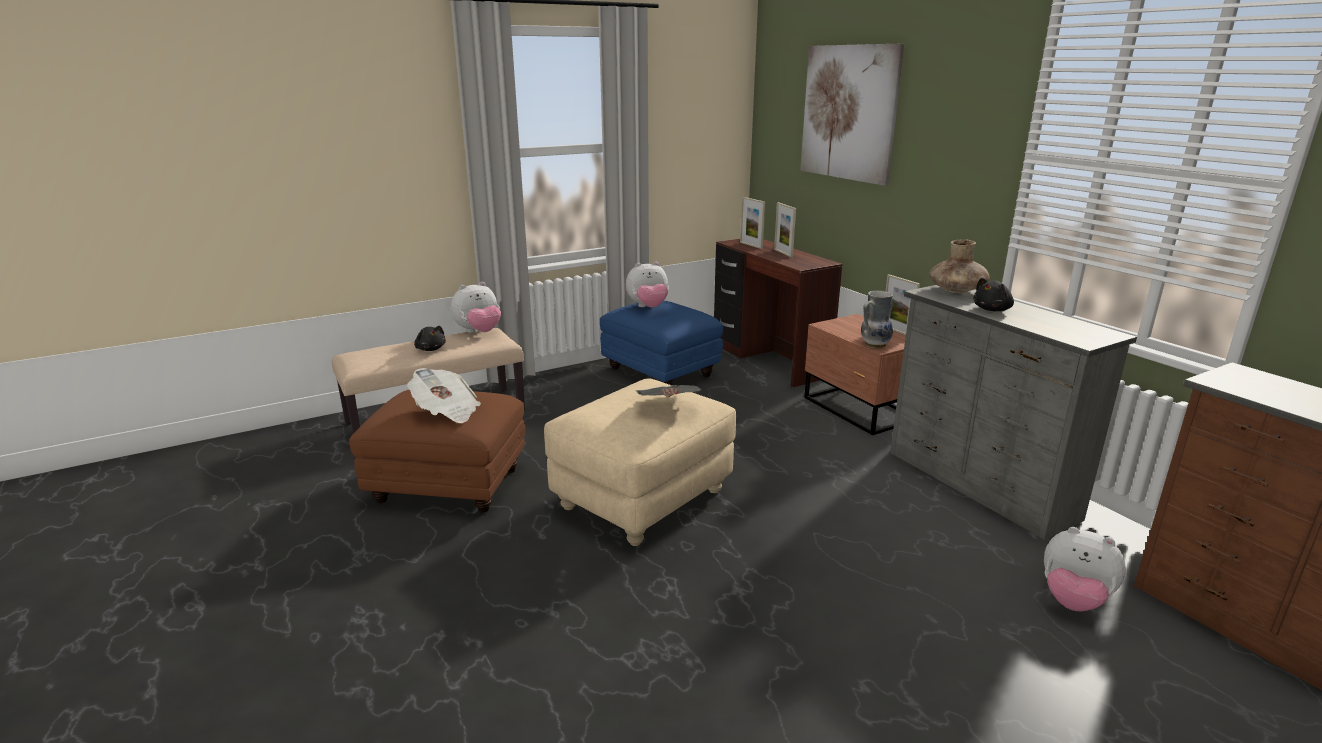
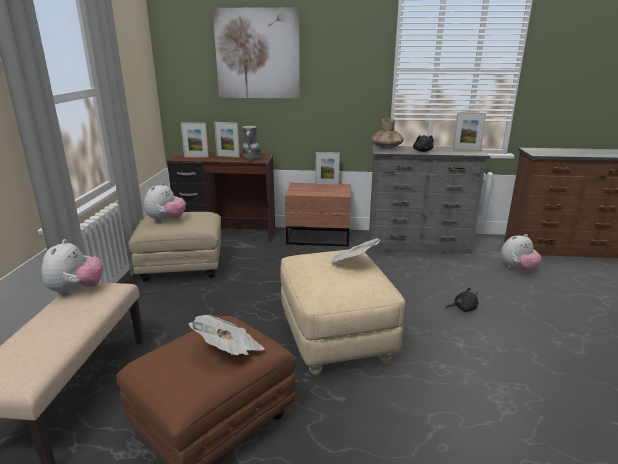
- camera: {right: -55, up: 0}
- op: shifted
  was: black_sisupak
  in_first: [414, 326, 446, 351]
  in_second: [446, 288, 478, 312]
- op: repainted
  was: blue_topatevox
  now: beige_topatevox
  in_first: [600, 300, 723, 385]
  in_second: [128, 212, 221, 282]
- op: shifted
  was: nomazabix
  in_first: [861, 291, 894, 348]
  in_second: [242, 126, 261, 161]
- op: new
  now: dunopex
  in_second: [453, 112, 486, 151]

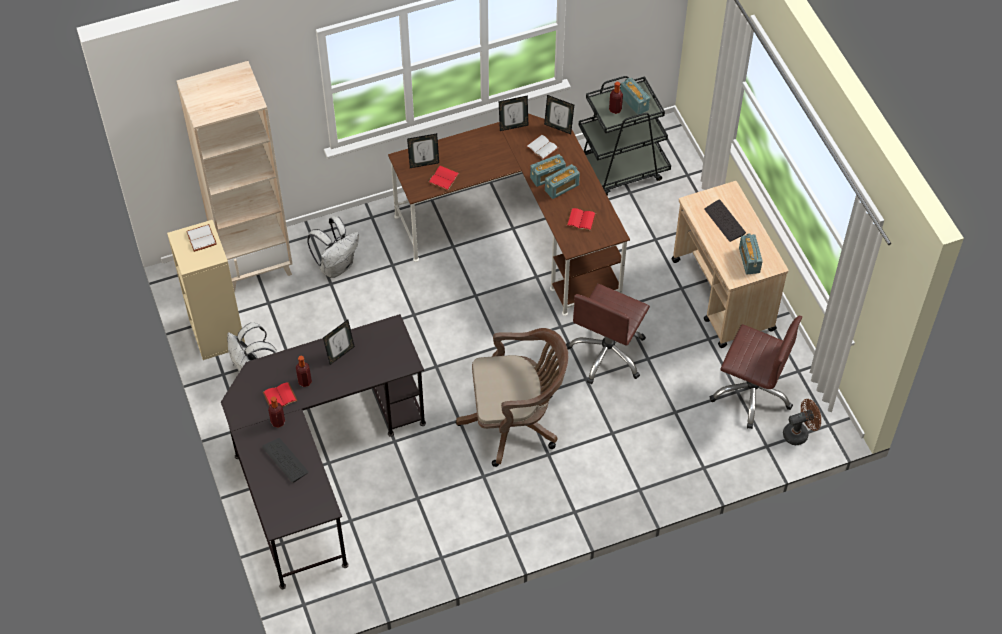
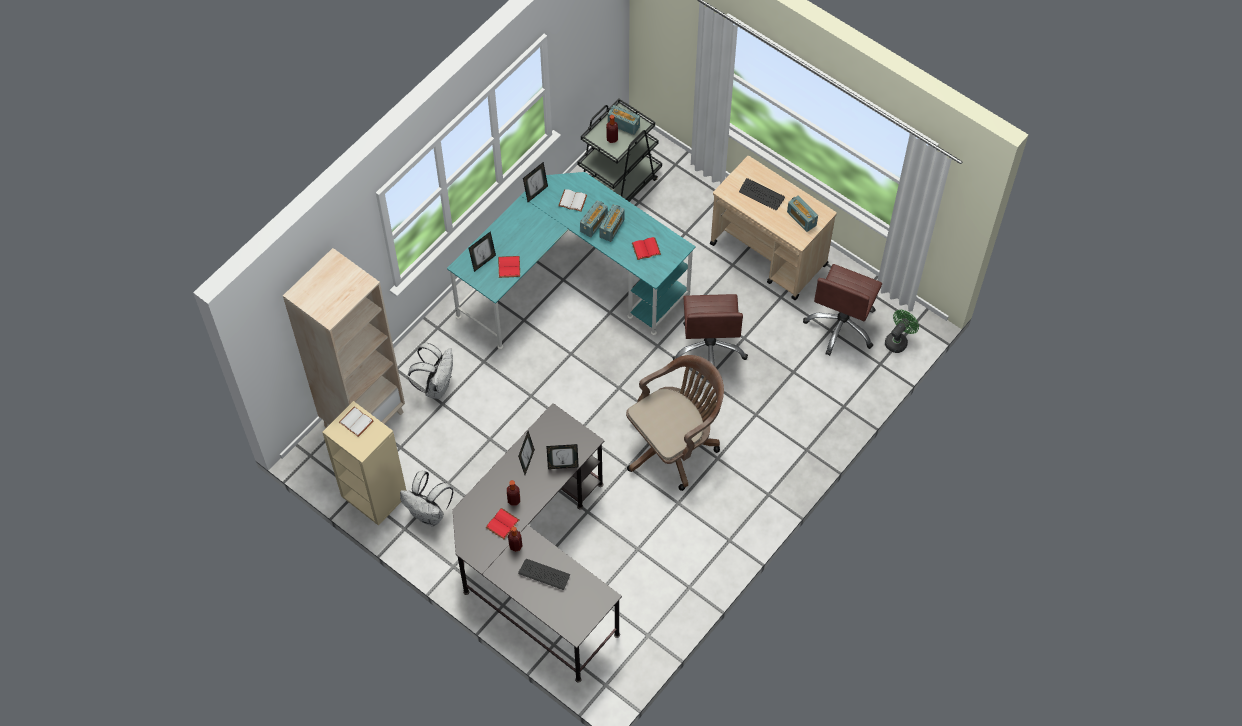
- camera: {right: -30, up: 5}
- op: repainted
  was: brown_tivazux
  now: turquoise_tivazux
  in_first: [388, 113, 630, 316]
  in_second: [447, 172, 696, 349]
- op: shifted
  was: dunopex
  in_first: [544, 95, 574, 134]
  in_second: [546, 444, 579, 469]
- op: rotated
  was: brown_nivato
  in_first: [710, 316, 802, 429]
  in_second: [803, 264, 882, 356]
  clockwise: 120
- op: repainted
  was: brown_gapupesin
  now: green_gapupesin
  in_first: [783, 399, 821, 445]
  in_second: [885, 310, 919, 353]

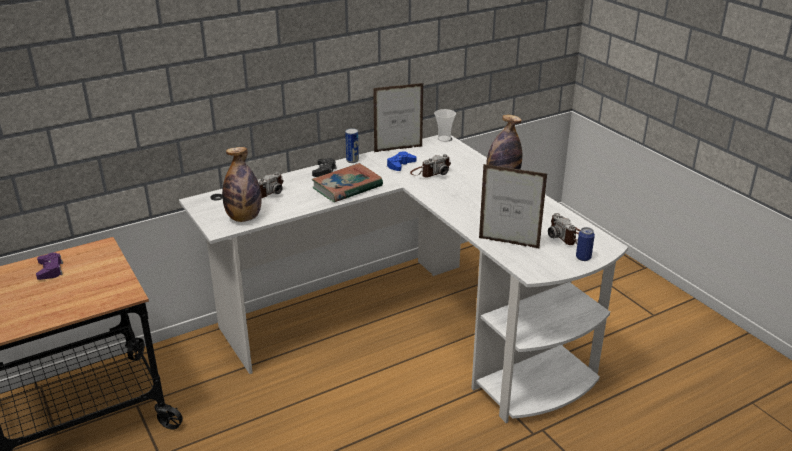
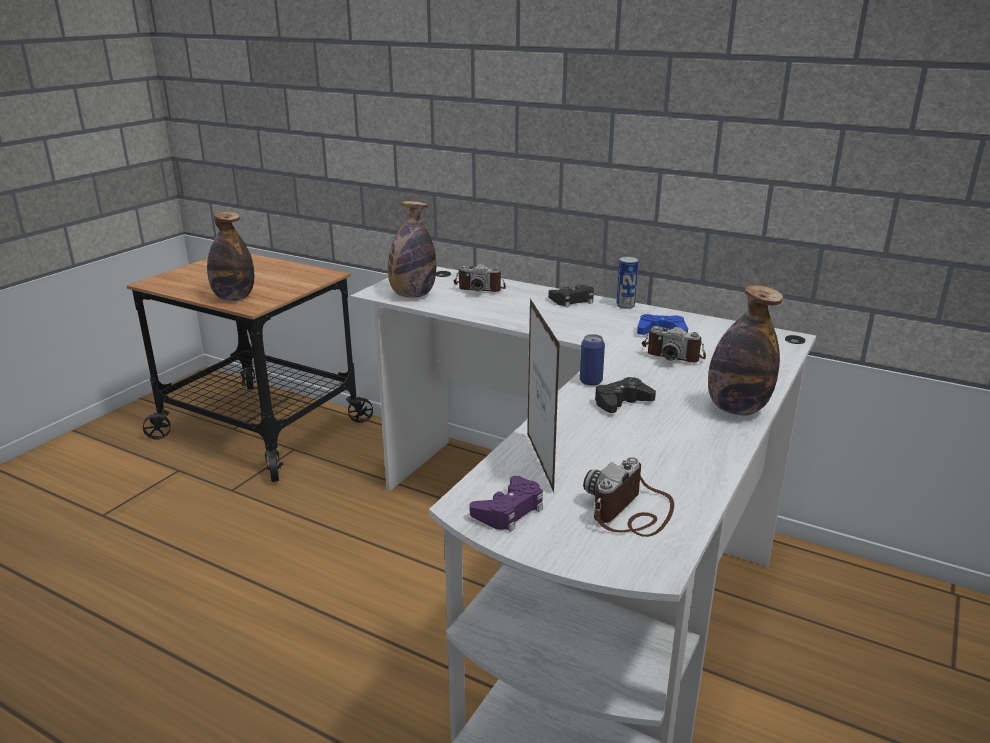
- camera: {right: 60, up: -5}
- op: shifted
  was: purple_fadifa
  in_first: [36, 252, 63, 280]
  in_second: [470, 476, 543, 532]
- op: gone
  was: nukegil
  in_first: [312, 163, 383, 202]
- op: gone
  was: dunopex
  in_first: [373, 83, 424, 152]
- op: gone
  was: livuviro
  in_first: [434, 109, 456, 142]
- op: shifted
  was: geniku
  in_first: [576, 227, 595, 261]
  in_second: [580, 334, 605, 386]
- op: new
  now: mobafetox
  in_second: [207, 211, 254, 301]
- op: new
  now: black_fadifa
  in_second: [595, 377, 656, 413]

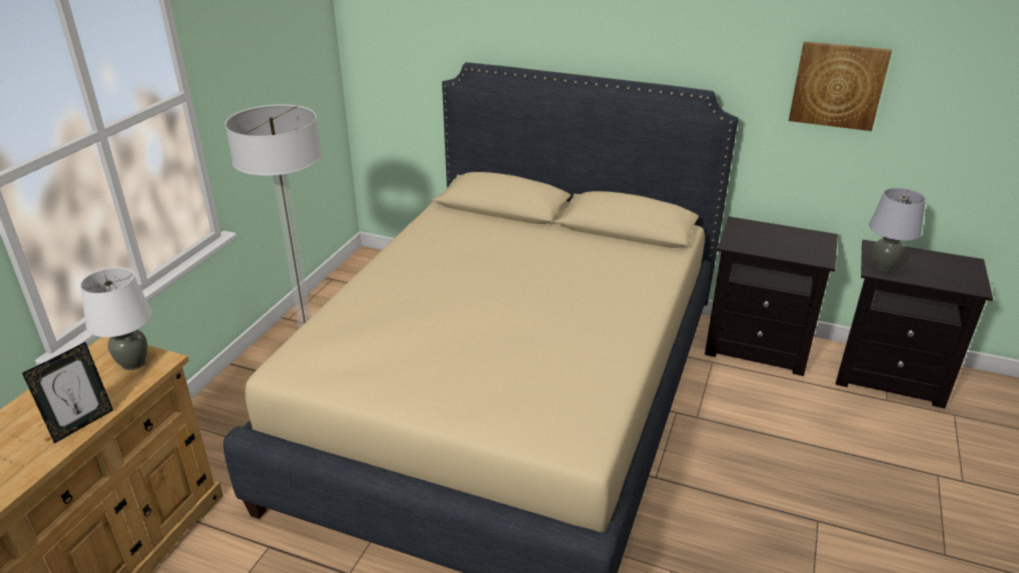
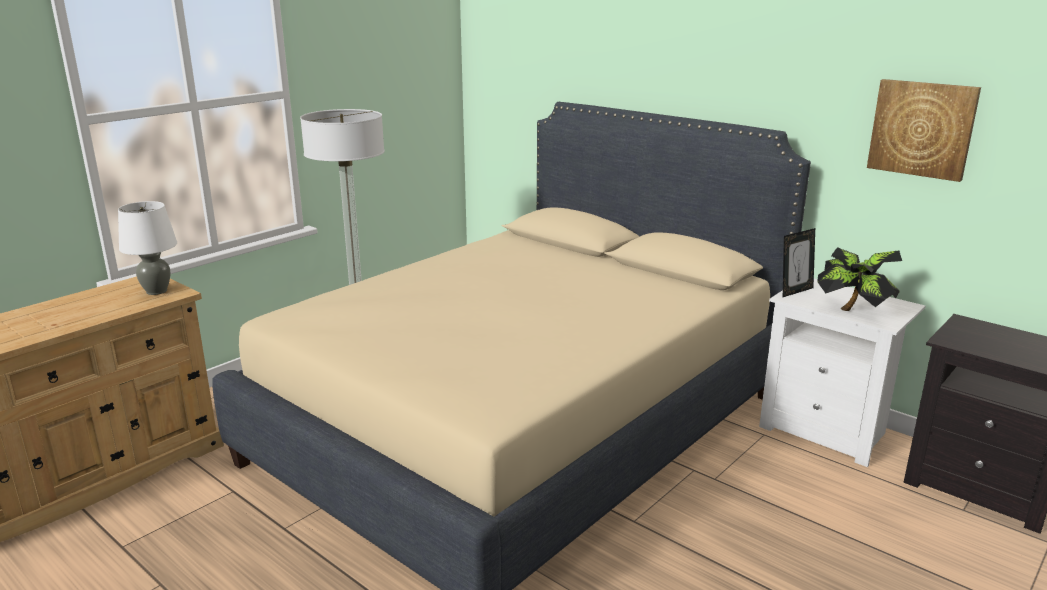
- camera: {right: 20, up: -10}
- op: shifted
  was: dunopex
  in_first: [22, 342, 113, 444]
  in_second: [783, 228, 815, 297]
- op: repainted
  was: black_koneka
  now: white_koneka
  in_first: [705, 216, 838, 376]
  in_second: [759, 279, 926, 467]
- op: gone
  was: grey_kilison
  in_first: [869, 188, 926, 271]
- op: new
  now: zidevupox
  in_second: [817, 247, 902, 311]

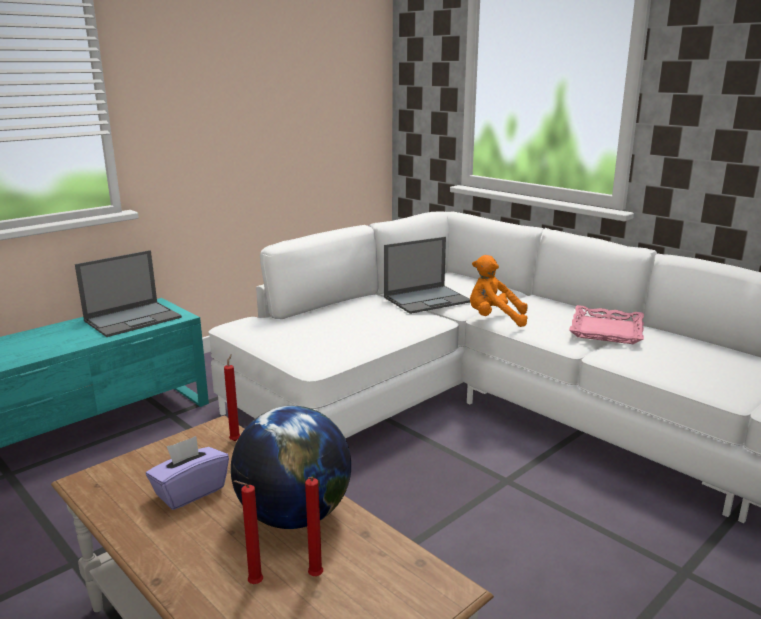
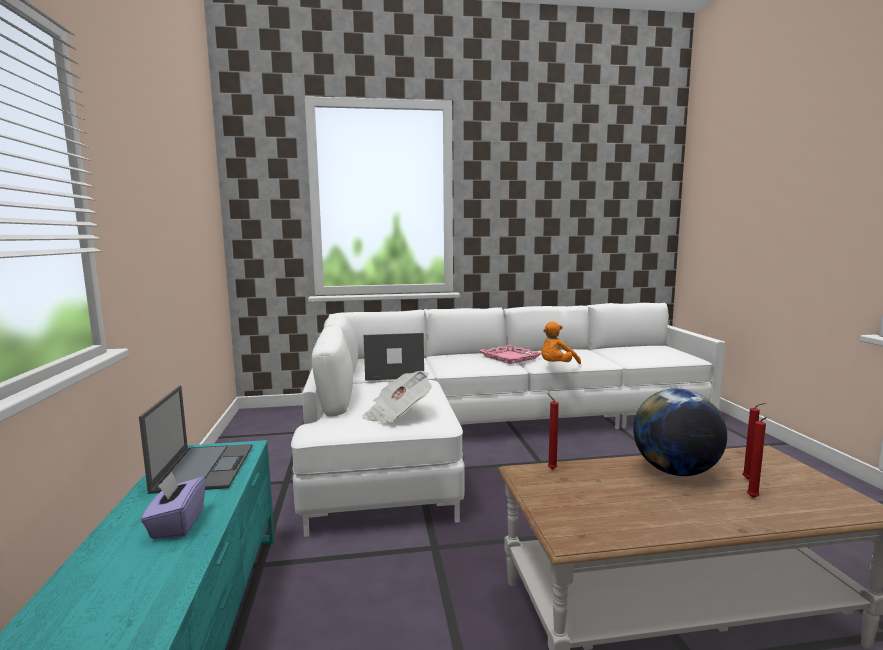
- camera: {right: -55, up: -10}
- op: shifted
  was: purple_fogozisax
  in_first: [146, 436, 229, 510]
  in_second: [141, 472, 205, 539]
- op: rotated
  was: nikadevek
  in_first: [384, 237, 470, 314]
  in_second: [364, 333, 424, 381]
  clockwise: -105
- op: shifted
  was: orange_sisupak
  in_first: [470, 255, 528, 327]
  in_second: [541, 322, 581, 364]
- op: new
  now: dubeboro
  in_second: [362, 371, 431, 423]

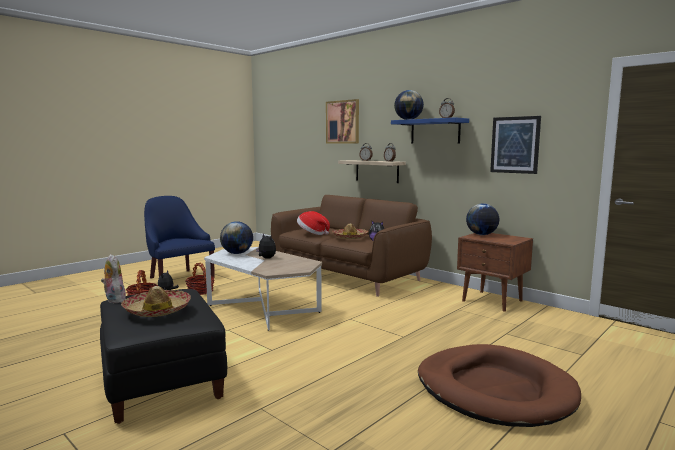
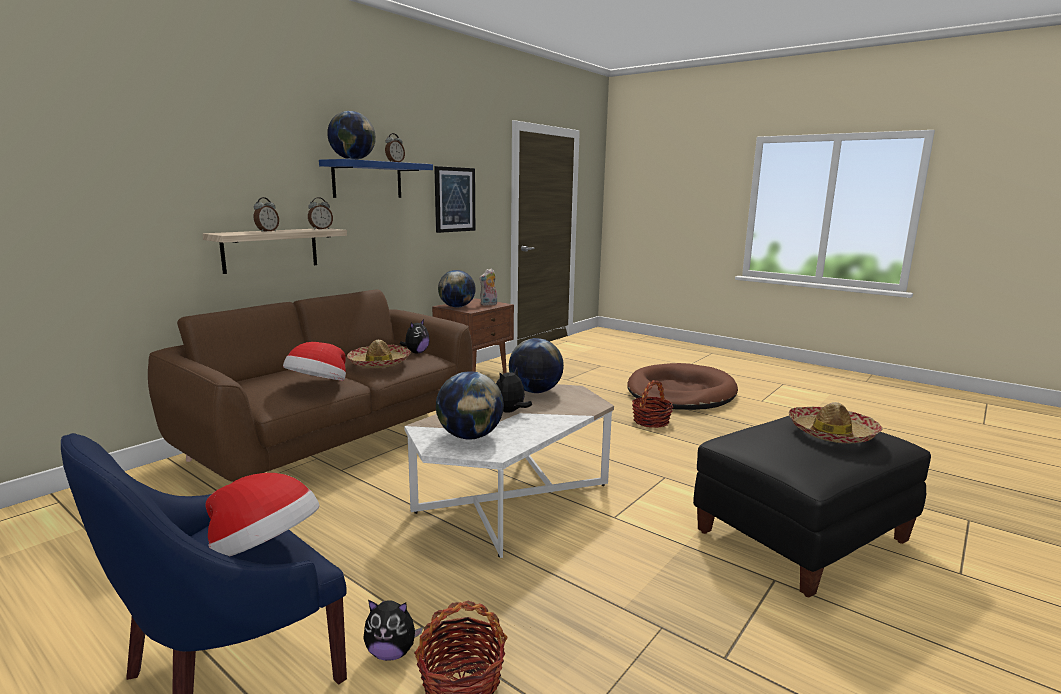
- camera: {right: -95, up: 5}
- op: shifted
  was: sisupak
  in_first: [101, 254, 126, 303]
  in_second: [479, 268, 497, 306]
- op: shifted
  was: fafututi
  in_first: [185, 263, 215, 295]
  in_second: [632, 380, 673, 428]
- op: gone
  was: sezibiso
  in_first: [326, 99, 359, 143]
- op: new
  now: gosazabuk
  in_second: [205, 473, 319, 556]
- op: new
  now: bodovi
  in_second: [509, 338, 564, 393]

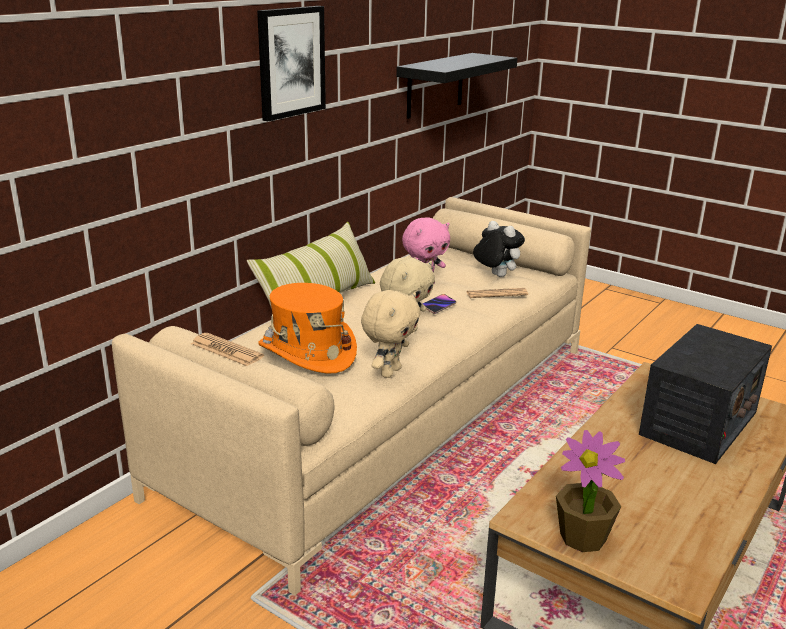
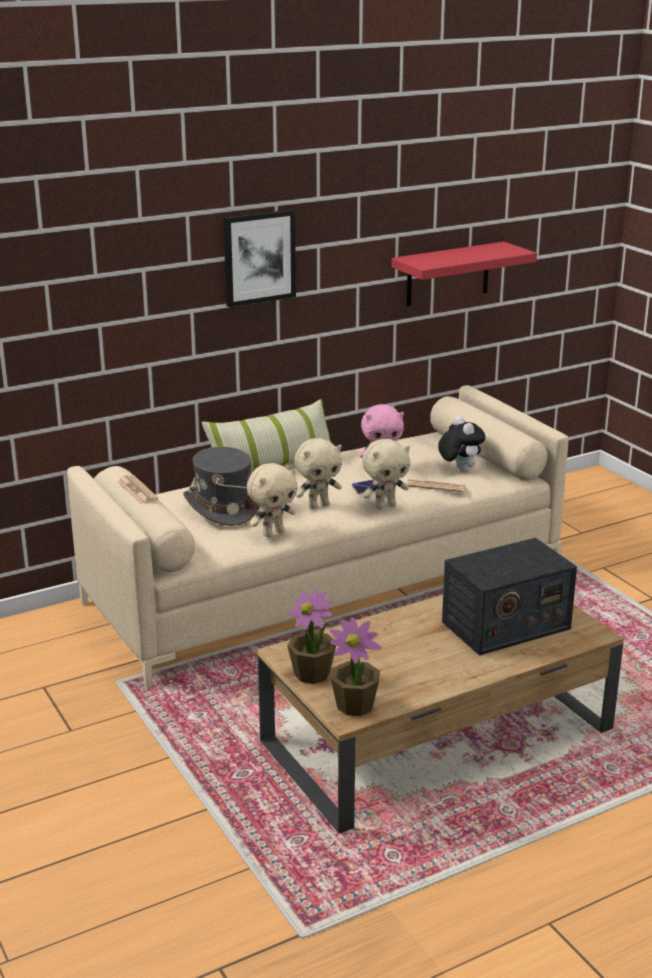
- camera: {right: 25, up: 0}
- op: repainted
  was: orange_gosazabuk
  now: grey_gosazabuk
  in_first: [258, 283, 357, 374]
  in_second: [183, 447, 260, 526]
- op: repainted
  was: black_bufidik
  now: red_bufidik
  in_first: [396, 53, 517, 119]
  in_second: [391, 242, 537, 306]
- op: new
  now: zidevupox
  in_second: [330, 618, 381, 716]
- op: new
  now: beige_sisupak
  in_second: [362, 439, 410, 510]

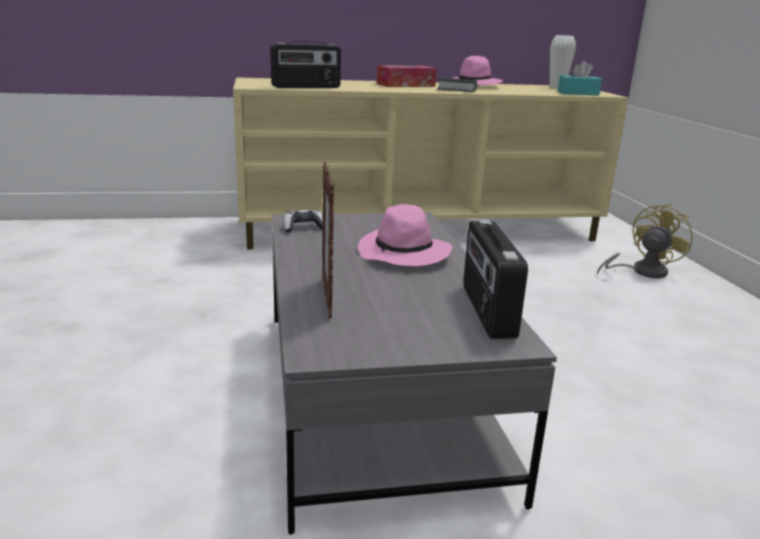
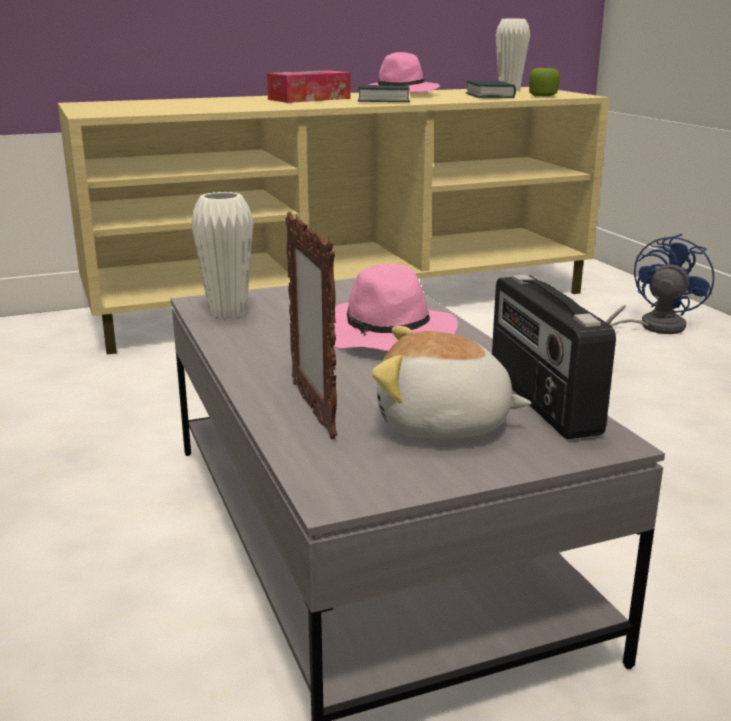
- camera: {right: -10, up: 0}
- op: gone
  was: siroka
  in_first: [270, 41, 341, 88]
- op: swapped
  was: fadifa
  now: white_nomazabix
  in_first: [283, 210, 323, 233]
  in_second: [191, 192, 254, 319]
- op: swapped
  was: turquoise_fogozisax
  now: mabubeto
  in_first: [558, 60, 602, 96]
  in_second: [529, 66, 560, 96]
- op: repainted
  was: yellow_gapupesin
  now: blue_gapupesin
  in_first: [597, 204, 692, 278]
  in_second: [606, 234, 714, 334]
- op: new
  now: sisupak
  in_second: [372, 326, 531, 439]
- op: new
  now: nukegil
  in_second: [466, 81, 516, 98]

